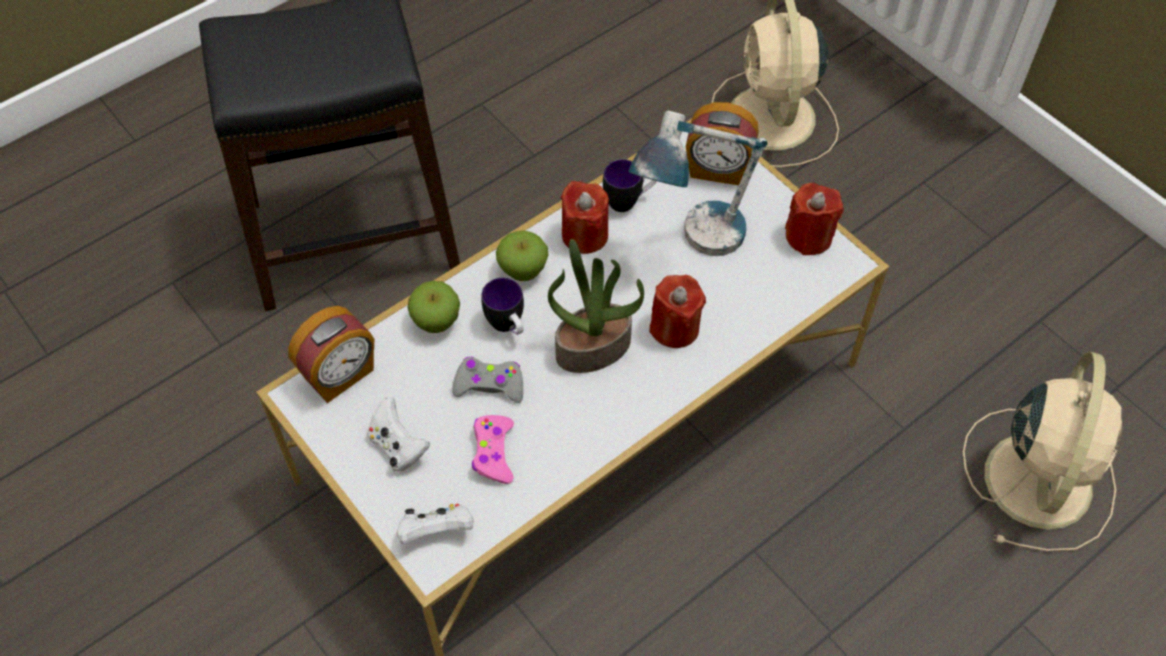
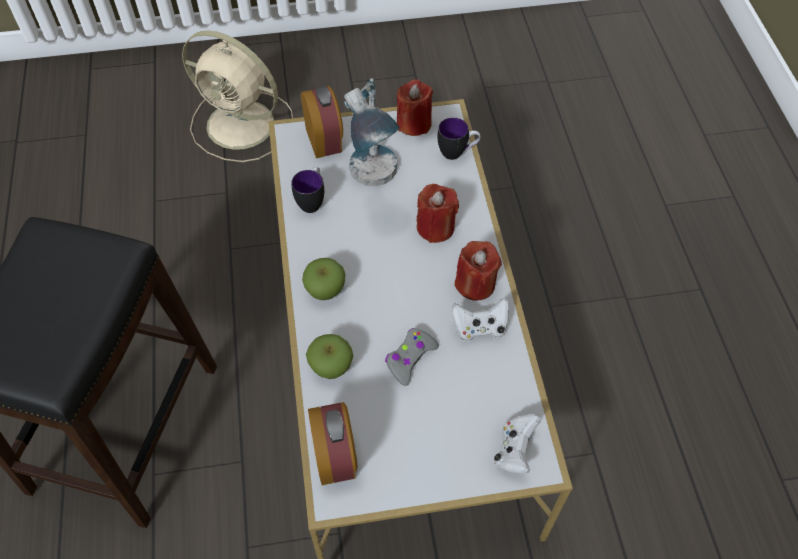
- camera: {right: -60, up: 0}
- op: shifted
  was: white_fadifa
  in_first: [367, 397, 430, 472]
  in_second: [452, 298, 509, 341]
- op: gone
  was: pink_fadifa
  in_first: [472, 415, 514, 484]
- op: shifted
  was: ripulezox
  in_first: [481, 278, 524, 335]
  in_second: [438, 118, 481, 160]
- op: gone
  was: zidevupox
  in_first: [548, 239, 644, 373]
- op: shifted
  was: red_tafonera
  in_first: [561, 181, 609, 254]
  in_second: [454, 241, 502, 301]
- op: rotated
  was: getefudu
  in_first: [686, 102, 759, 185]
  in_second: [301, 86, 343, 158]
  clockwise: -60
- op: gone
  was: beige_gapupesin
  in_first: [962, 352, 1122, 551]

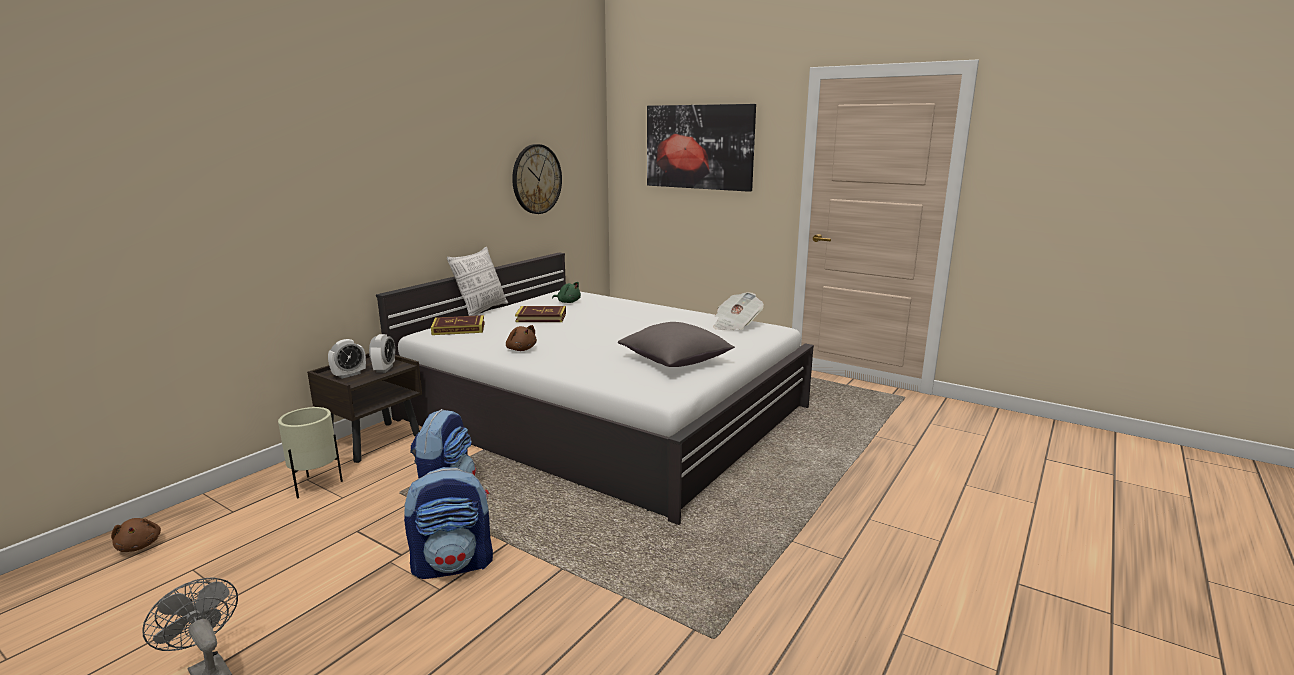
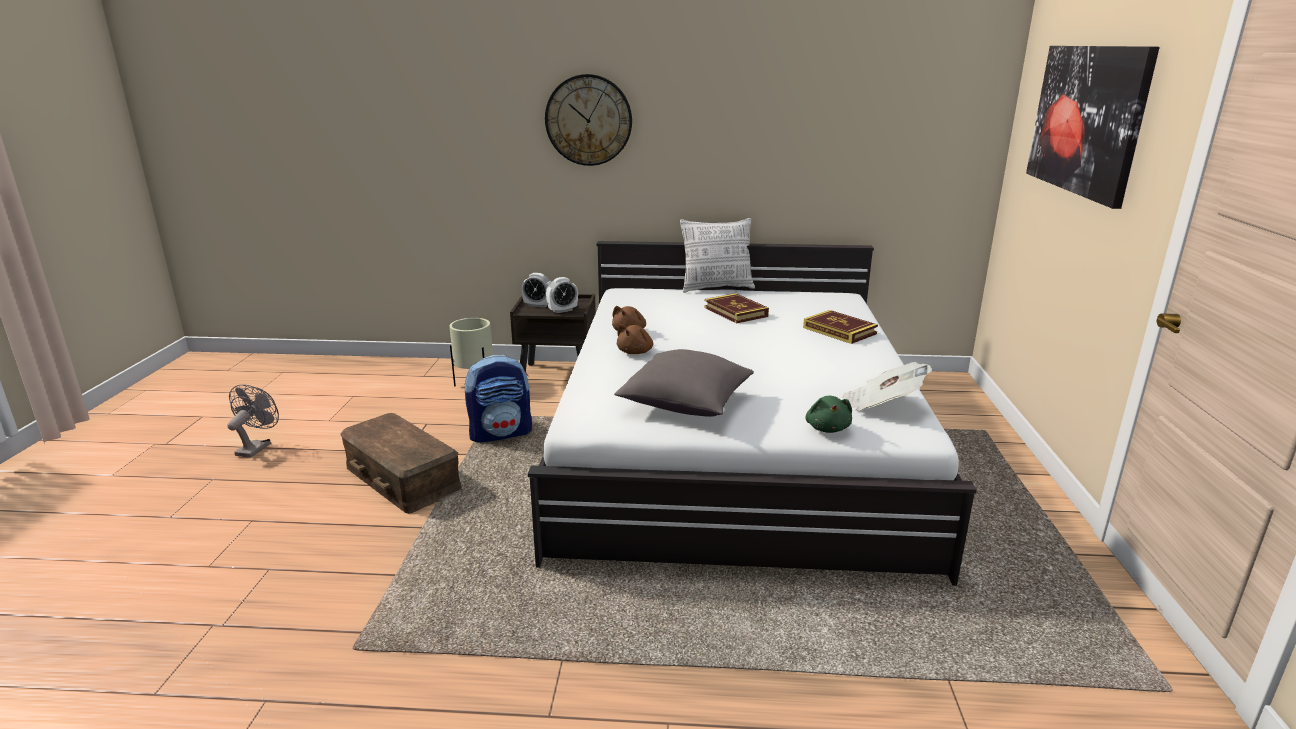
- camera: {right: 60, up: 5}
- op: shifted
  was: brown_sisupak
  in_first: [111, 518, 161, 552]
  in_second: [617, 324, 653, 354]
- op: swapped
  was: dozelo
  now: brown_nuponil
  in_first: [404, 467, 493, 579]
  in_second: [340, 413, 462, 514]
- op: shifted
  was: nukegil
  in_first: [431, 315, 485, 335]
  in_second: [803, 310, 878, 344]
- op: shifted
  was: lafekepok
  in_first: [512, 144, 562, 214]
  in_second: [545, 74, 632, 166]
- op: shifted
  was: green_sisupak
  in_first: [552, 282, 581, 303]
  in_second: [805, 396, 852, 433]

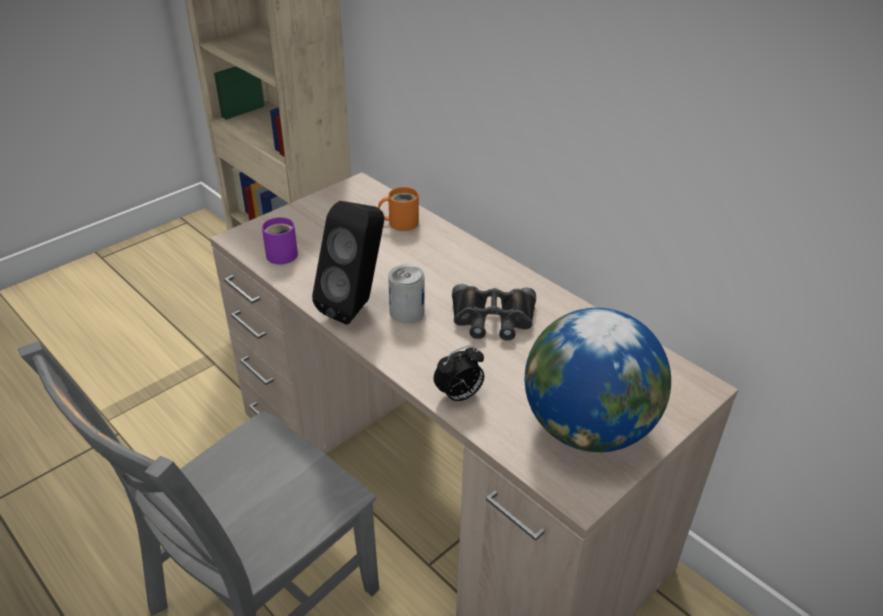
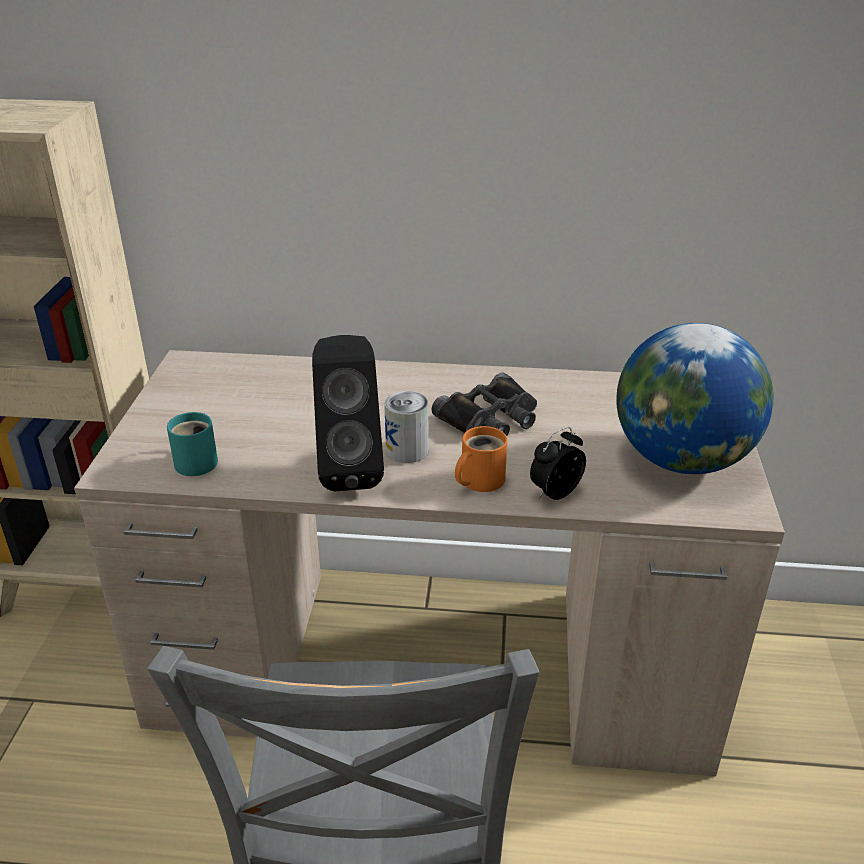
- camera: {right: -40, up: -5}
- op: repainted
  was: purple_ripulezox
  now: turquoise_ripulezox
  in_first: [262, 217, 298, 264]
  in_second: [167, 412, 218, 476]
- op: shifted
  was: orange_ripulezox
  in_first: [378, 187, 419, 231]
  in_second: [455, 426, 507, 492]
- op: rotated
  was: getefudu
  in_first: [434, 345, 484, 403]
  in_second: [530, 427, 586, 500]
  clockwise: -150

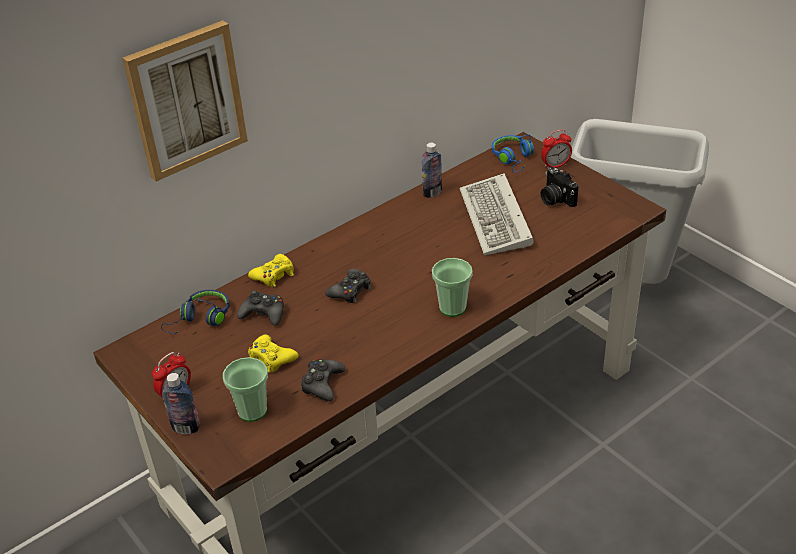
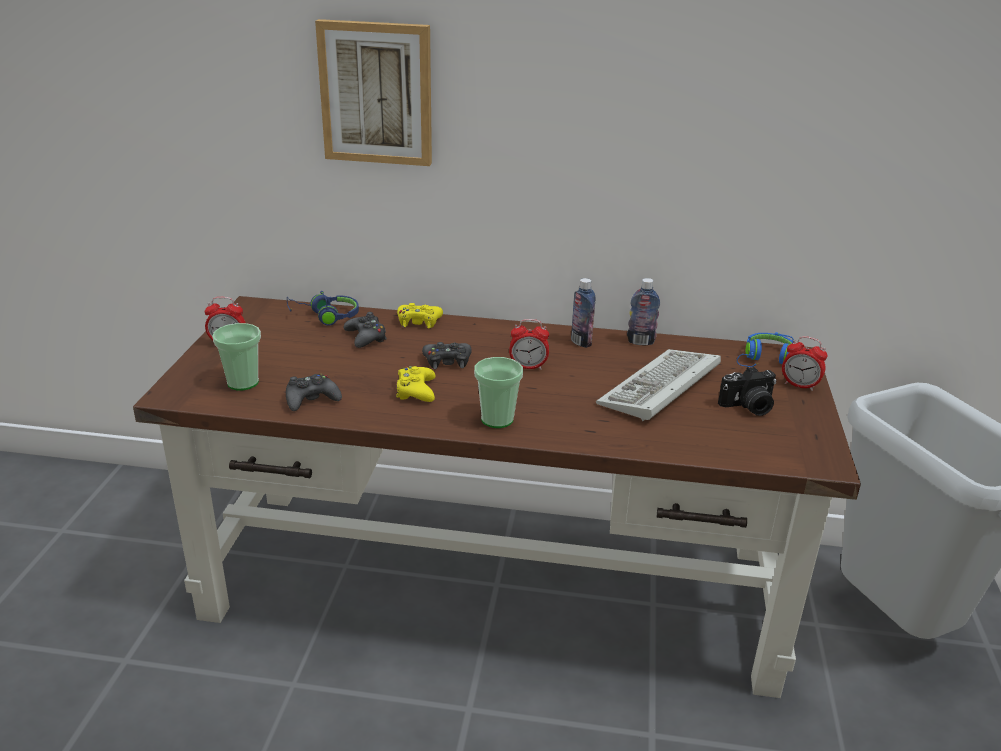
- camera: {right: 45, up: -10}
- op: shifted
  was: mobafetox
  in_first: [162, 373, 200, 434]
  in_second: [571, 278, 595, 348]
- op: shifted
  was: yellow_fadifa
  in_first: [248, 334, 299, 373]
  in_second: [396, 366, 435, 402]
- op: rotated
  was: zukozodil
  in_first: [540, 167, 578, 207]
  in_second: [718, 366, 776, 416]
  clockwise: -120
- op: new
  now: getefudu
  in_second: [509, 319, 549, 370]

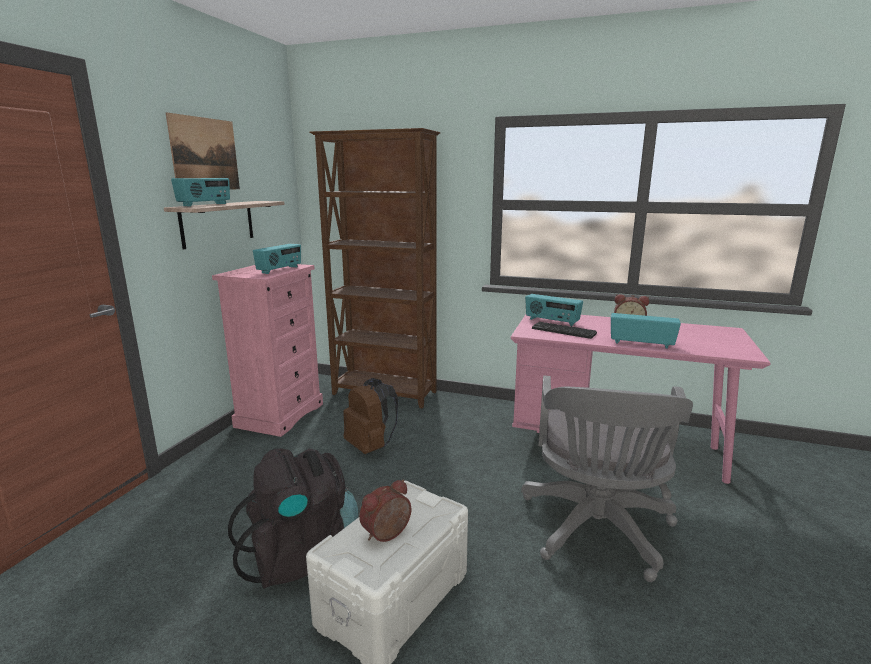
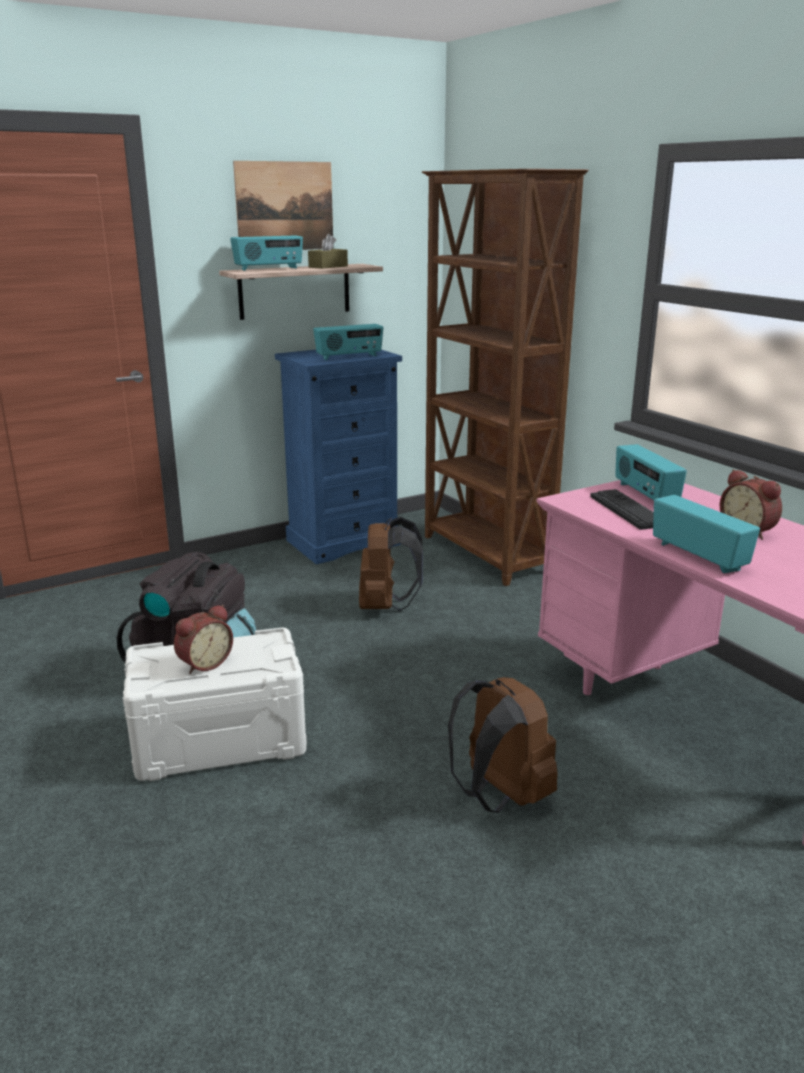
- camera: {right: 40, up: 5}
- op: repainted
  was: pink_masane
  now: blue_masane
  in_first: [212, 264, 323, 437]
  in_second: [275, 350, 402, 564]
- op: rotated
  was: getefudu
  in_first: [359, 479, 411, 542]
  in_second: [174, 605, 233, 674]
  clockwise: 135
- op: swapped
  was: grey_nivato
  now: brown_dozelo
  in_first: [521, 376, 693, 582]
  in_second: [448, 677, 558, 813]
- op: new
  now: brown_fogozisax
  in_second: [308, 234, 348, 269]

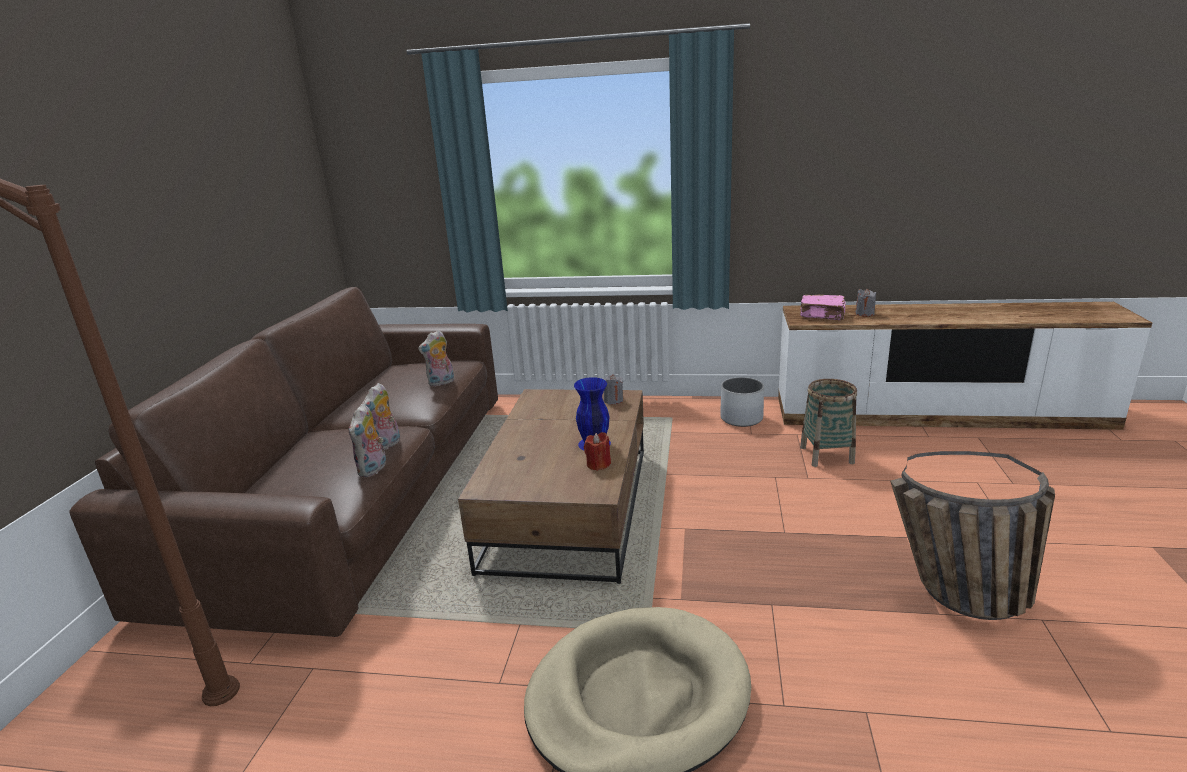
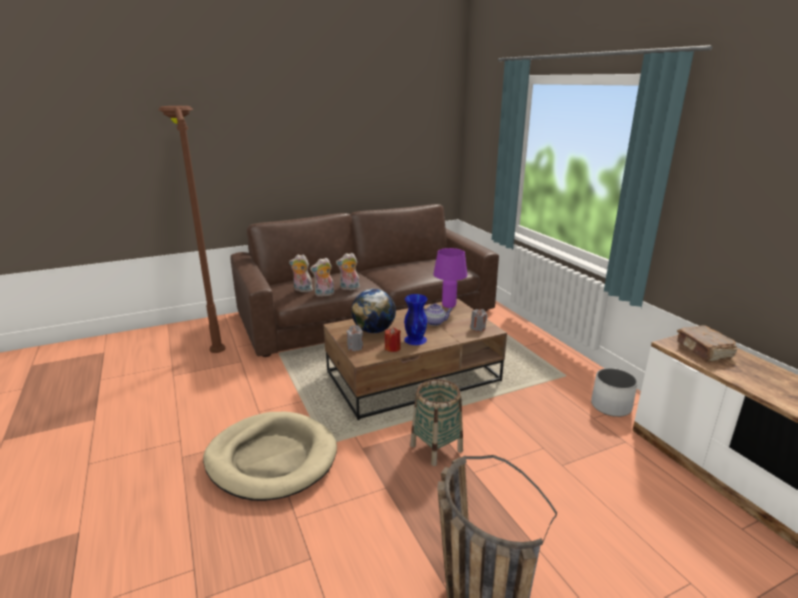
- camera: {right: 55, up: 0}
- op: shifted
  was: sisupak
  in_first: [418, 330, 454, 387]
  in_second: [289, 254, 313, 292]
- op: repainted
  was: pink_nukegil
  now: brown_nukegil
  in_first: [800, 295, 846, 320]
  in_second: [677, 325, 737, 362]
- op: shifted
  was: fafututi
  in_first: [800, 379, 857, 467]
  in_second: [410, 379, 463, 466]
- op: shifted
  was: grey_tafonera
  in_first: [856, 289, 876, 317]
  in_second: [346, 325, 363, 351]
- op: new
  now: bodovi
  in_second: [351, 289, 396, 333]
- op: new
  now: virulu
  in_second: [424, 303, 453, 326]
- op: new
  now: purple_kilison
  in_second: [433, 248, 467, 308]

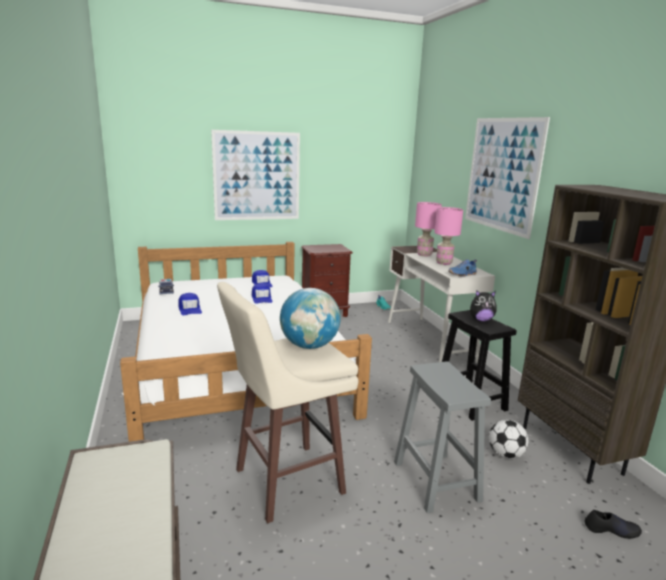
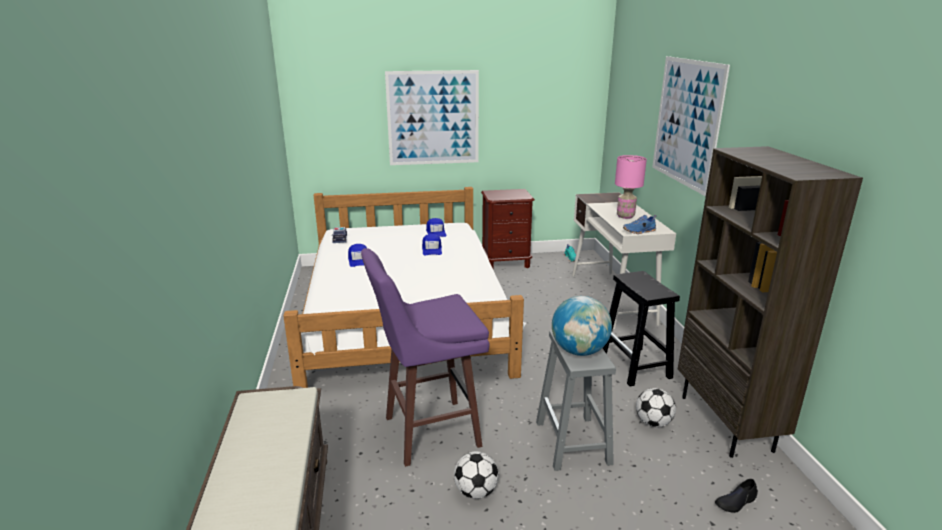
- camera: {right: 10, up: 5}
- op: repainted
  was: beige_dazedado
  now: purple_dazedado
  in_first: [217, 282, 358, 524]
  in_second: [361, 248, 490, 467]
- op: shifted
  was: bodovi
  in_first: [280, 288, 341, 349]
  in_second: [552, 296, 612, 356]
- op: gone
  was: pink_kilison
  in_first: [415, 202, 442, 256]
- op: gone
  was: sisupak
  in_first: [470, 290, 496, 322]
- op: rotated
  was: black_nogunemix
  in_first: [584, 510, 642, 539]
  in_second: [715, 479, 758, 513]
  clockwise: 135
- op: new
  now: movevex
  in_second: [454, 451, 499, 499]

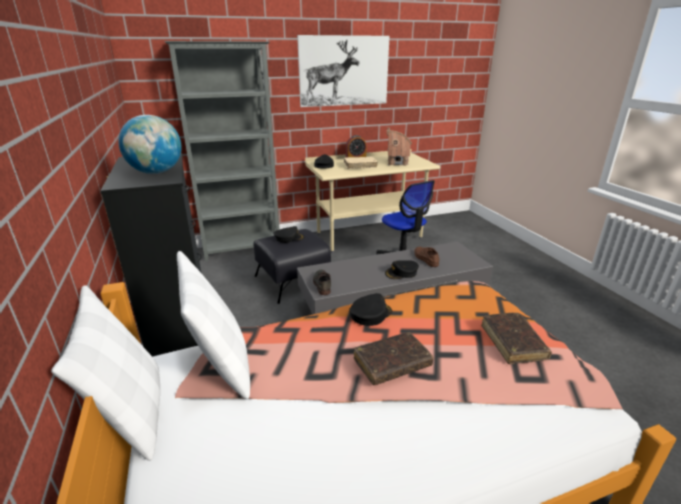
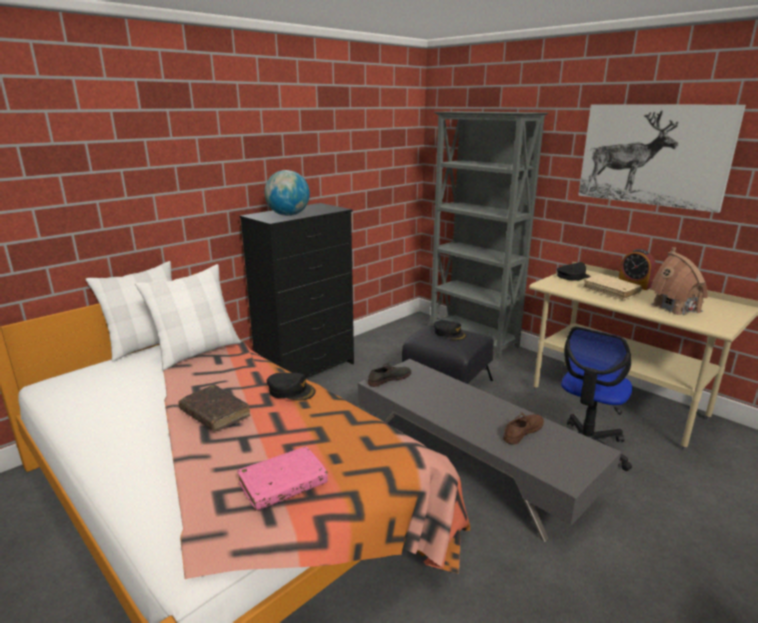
- camera: {right: 65, up: -5}
- op: gone
  was: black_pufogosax
  in_first: [385, 260, 419, 279]
- op: repainted
  was: brown_nukegil
  now: pink_nukegil
  in_first: [481, 313, 552, 364]
  in_second: [237, 447, 328, 510]

